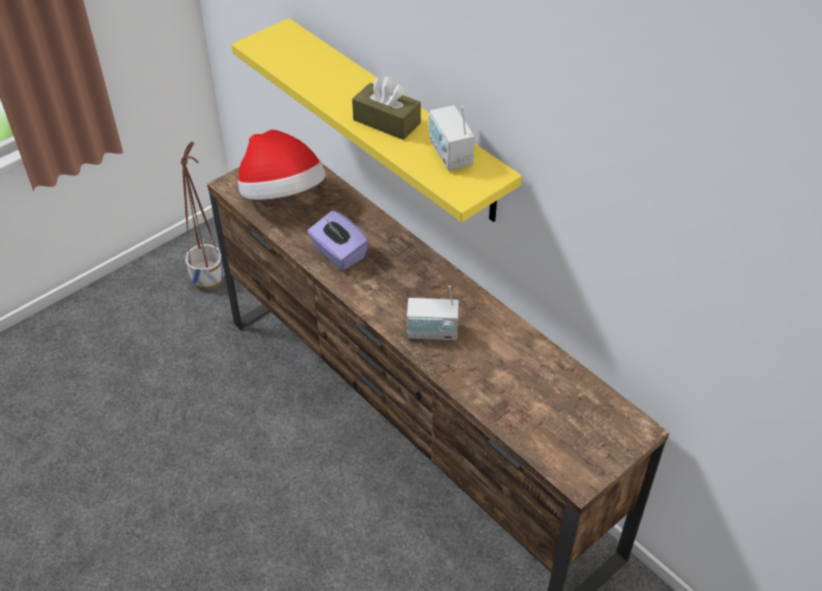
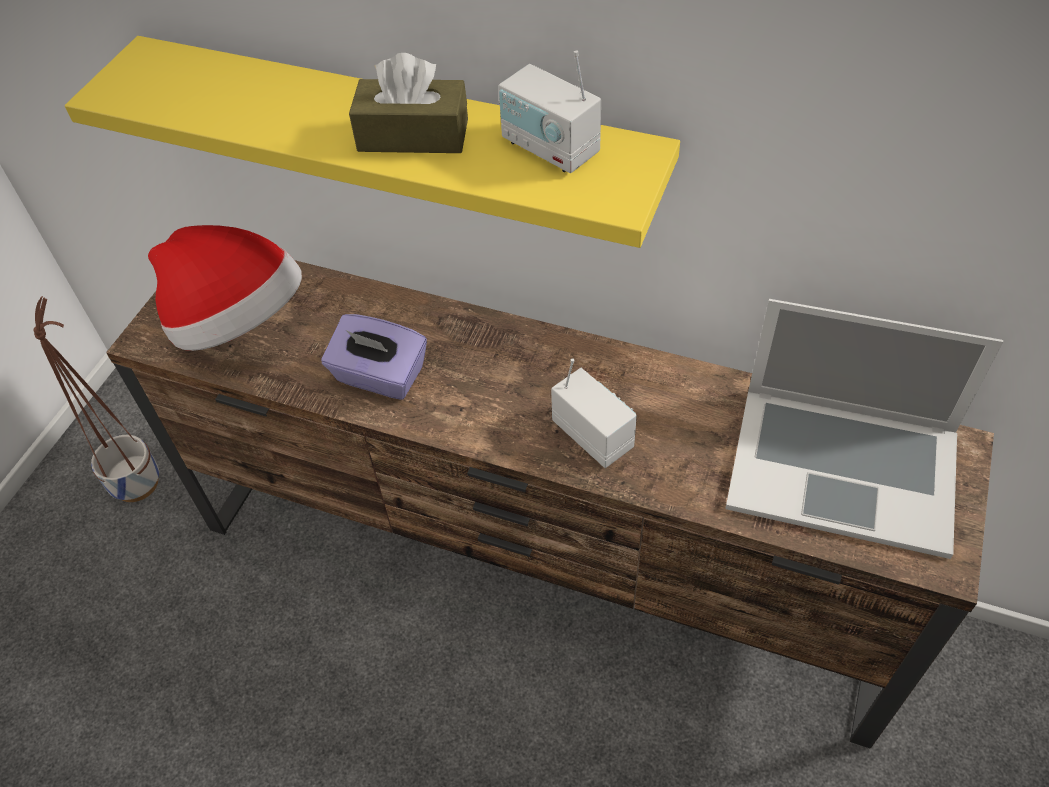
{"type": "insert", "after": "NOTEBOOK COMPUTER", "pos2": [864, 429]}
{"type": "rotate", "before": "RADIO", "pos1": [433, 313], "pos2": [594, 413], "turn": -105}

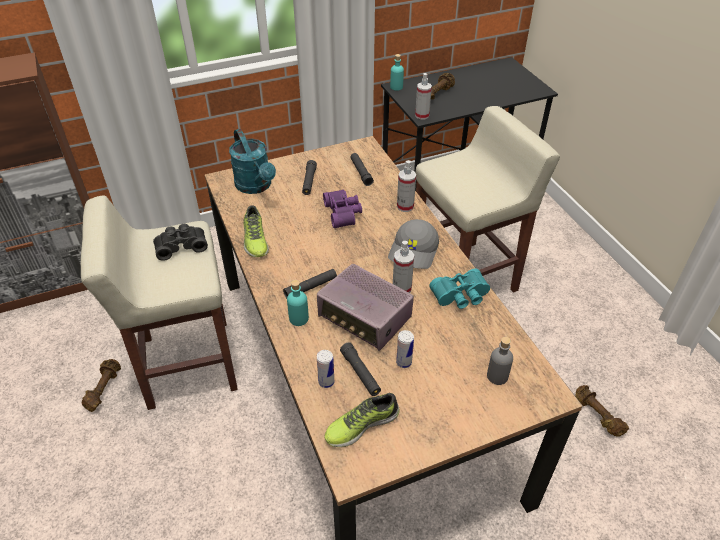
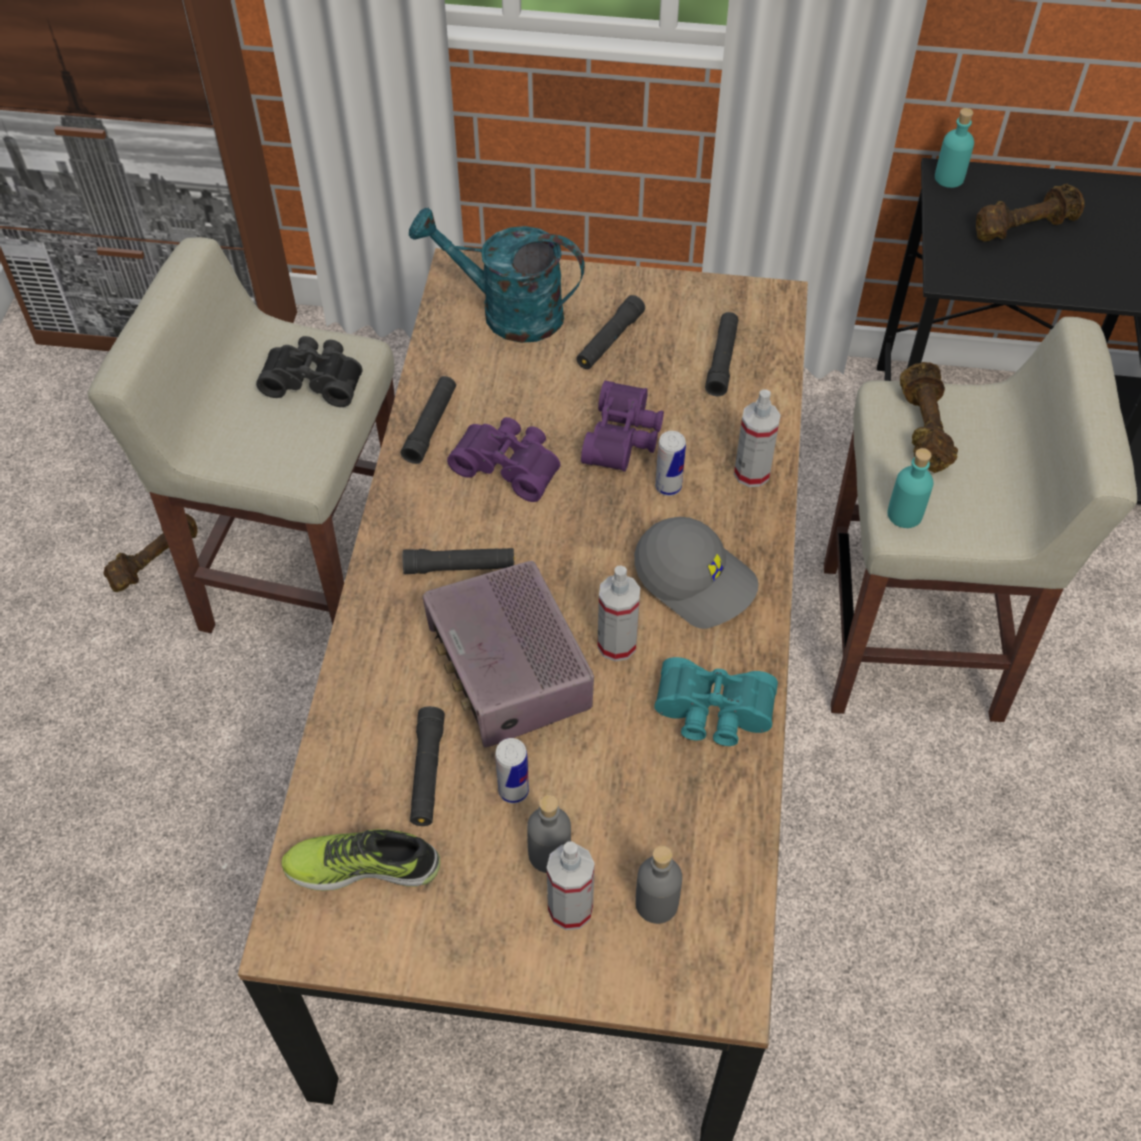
{"type": "insert", "after": "PURPLE-COLOURED FIELD GLASSES", "pos2": [503, 459]}
{"type": "insert", "after": "GREY BEVERAGE BOTTLE", "pos2": [549, 834]}
{"type": "move", "before": "TURQUOISE-COLOURED BEVERAGE BOTTLE", "pos1": [298, 303], "pos2": [910, 488]}
{"type": "move", "before": "SEALED CAN", "pos1": [325, 369], "pos2": [670, 463]}
{"type": "move", "before": "SPRAYER", "pos1": [423, 96], "pos2": [571, 885]}
{"type": "move", "before": "BROWNISH DUMBBELL", "pos1": [602, 411], "pos2": [929, 417]}
{"type": "replace", "before": "LOW SHOE", "after": "BLACK TORCH", "pos1": [256, 231], "pos2": [428, 420]}
{"type": "rotate", "before": "TURQUOISE-COLOURED WATERING CAN", "pos1": [252, 161], "pos2": [497, 275], "turn": 105}
{"type": "rotate", "before": "GREY CAP", "pos1": [413, 244], "pos2": [696, 573], "turn": -105}

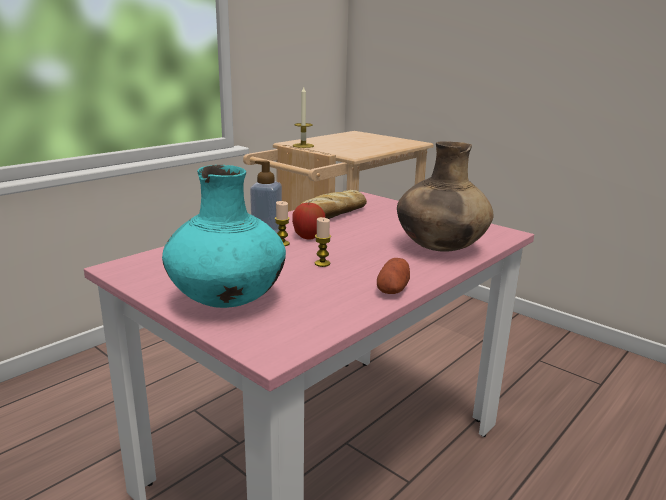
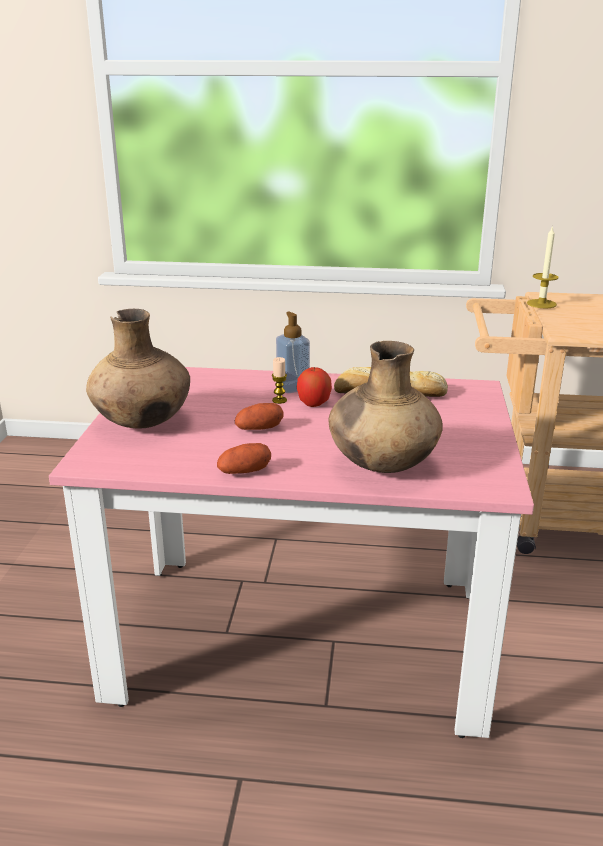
{"type": "replace", "before": "WAX LIGHT", "after": "WHOLE POTATO", "pos1": [323, 242], "pos2": [259, 416]}
{"type": "recolor", "before": "TURQUOISE-COLOURED VASE", "after": "BROWNISH VASE", "pos1": [224, 236], "pos2": [138, 368]}

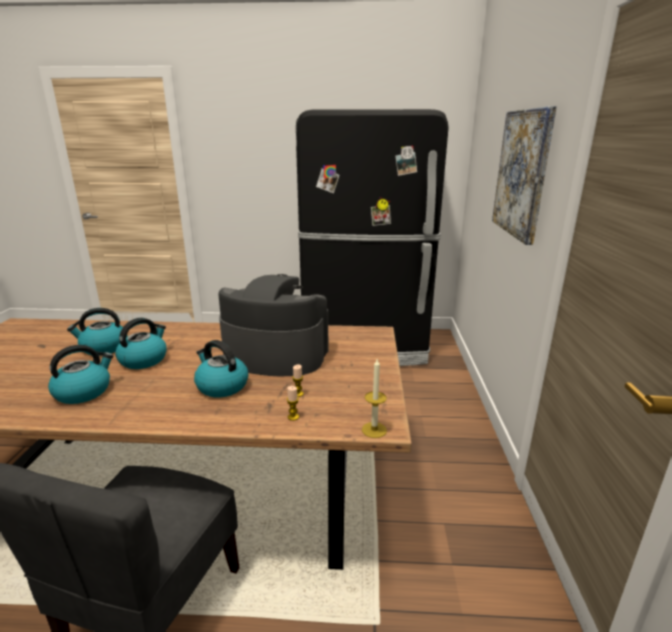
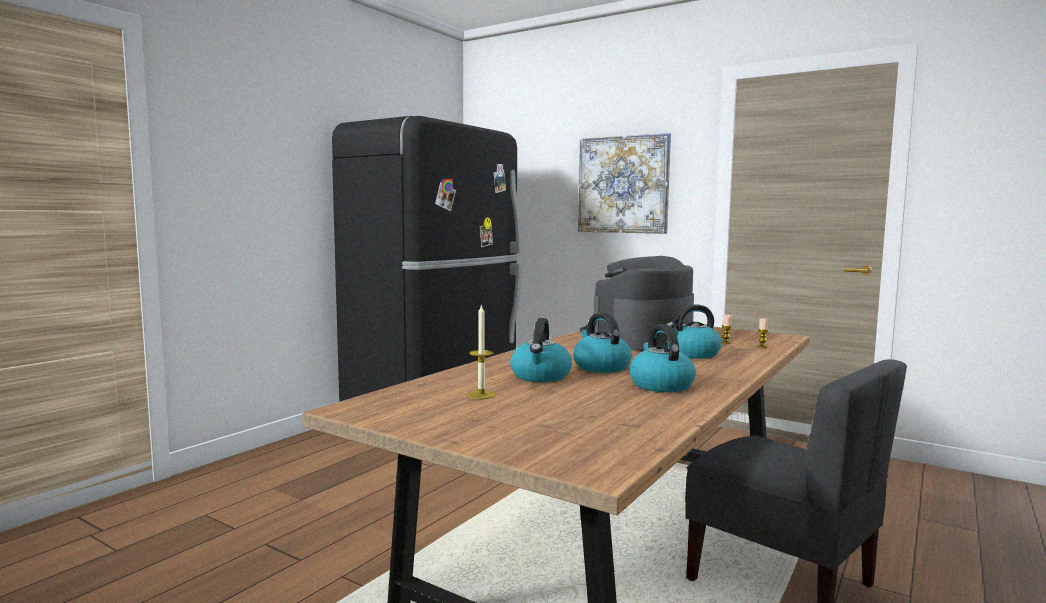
{"type": "move", "before": "WAX LIGHT", "pos1": [374, 398], "pos2": [481, 351]}

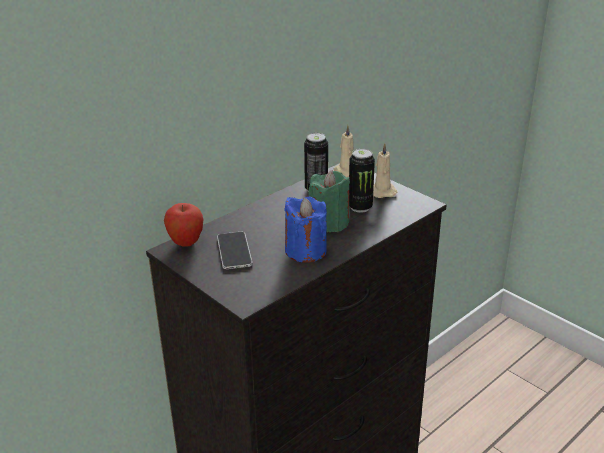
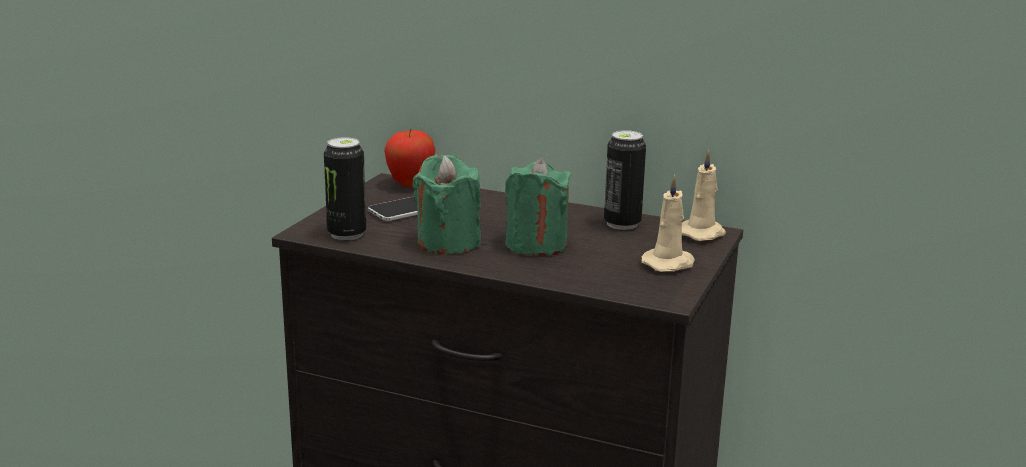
{"type": "move", "before": "SEALED CAN", "pos1": [362, 181], "pos2": [345, 189]}
{"type": "recolor", "before": "BLUE WAX LIGHT", "after": "GREEN-COLOURED WAX LIGHT", "pos1": [305, 230], "pos2": [447, 204]}

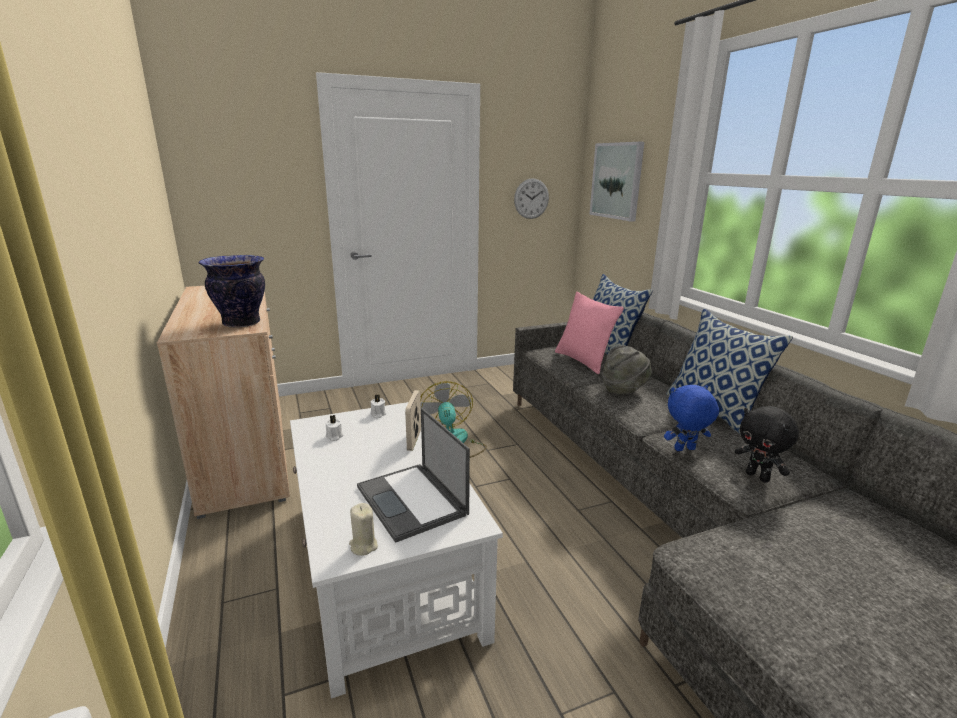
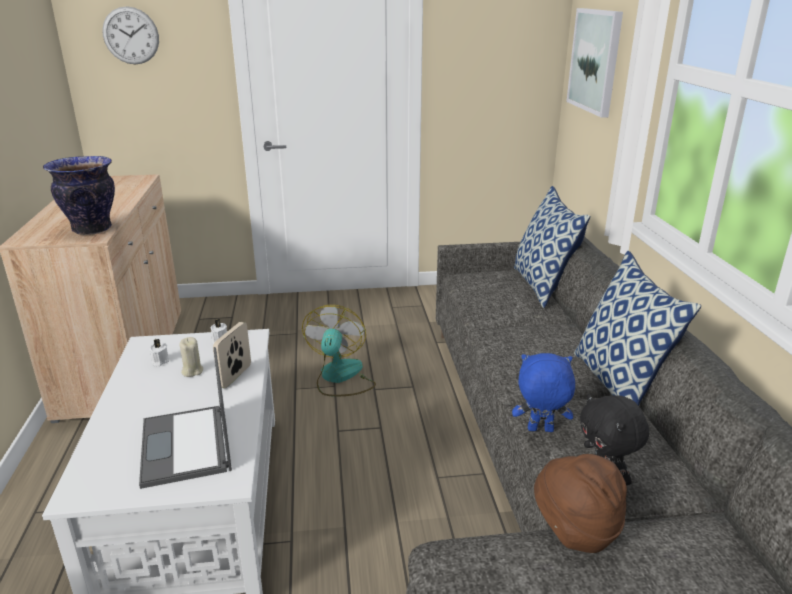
{"type": "delete", "before": "PINKISH PILLOW", "pos1": [589, 333]}
{"type": "delete", "before": "GREY HAT", "pos1": [627, 370]}
{"type": "insert", "after": "BROWNISH HAT", "pos2": [580, 503]}
{"type": "move", "before": "BEIGE-COLOURED WAX LIGHT", "pos1": [363, 529], "pos2": [191, 357]}
{"type": "move", "before": "WALL CLOCK", "pos1": [531, 198], "pos2": [130, 35]}

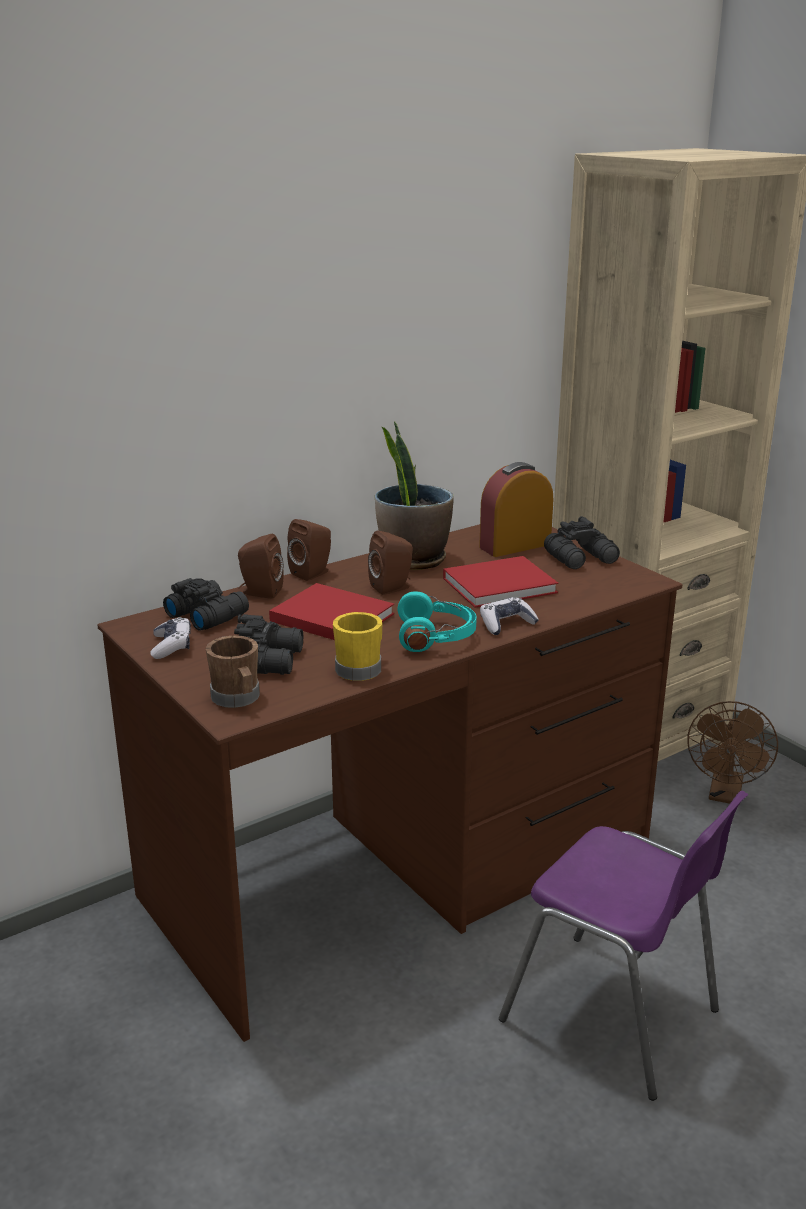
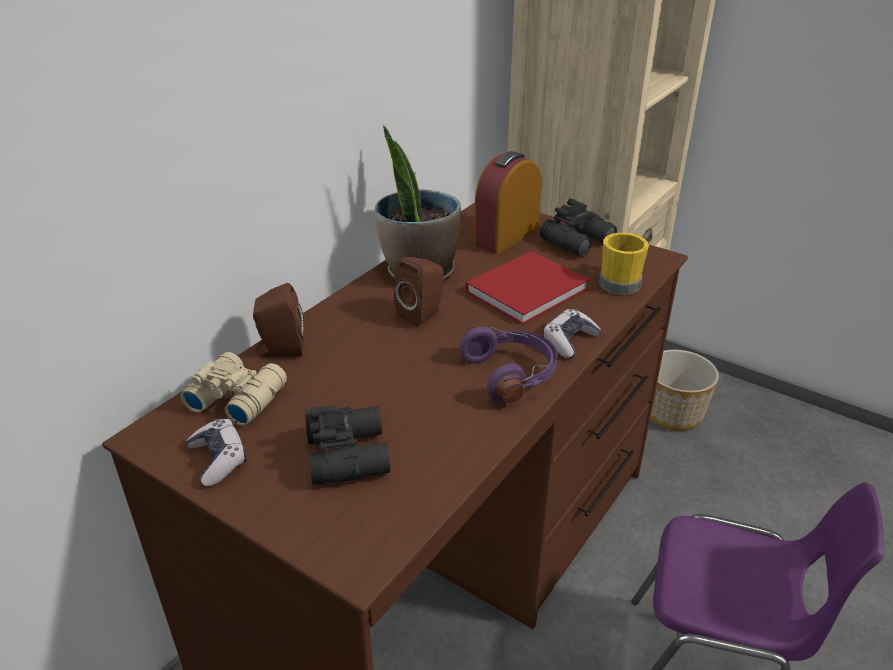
{"type": "delete", "before": "BROWNISH TEA MUG", "pos1": [233, 672]}
{"type": "delete", "before": "REDDISH BOUND BOOK", "pos1": [331, 611]}
{"type": "delete", "before": "BROWNISH SPEAKER", "pos1": [309, 550]}
{"type": "move", "before": "YELLOWISH TEA MUG", "pos1": [357, 646], "pos2": [624, 264]}
{"type": "replace", "before": "BROWNISH COOLING FAN", "after": "FLOWER POT", "pos1": [732, 752], "pos2": [684, 390]}
{"type": "recolor", "before": "BLACK FIELD GLASSES", "after": "BEIGE-COLOURED FIELD GLASSES", "pos1": [206, 604], "pos2": [233, 389]}
{"type": "recolor", "before": "TURQUOISE-COLOURED HEADSET", "after": "PURPLE-COLOURED HEADSET", "pos1": [437, 621], "pos2": [509, 365]}

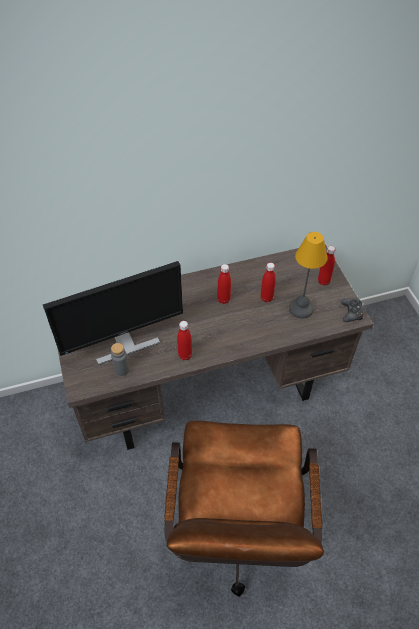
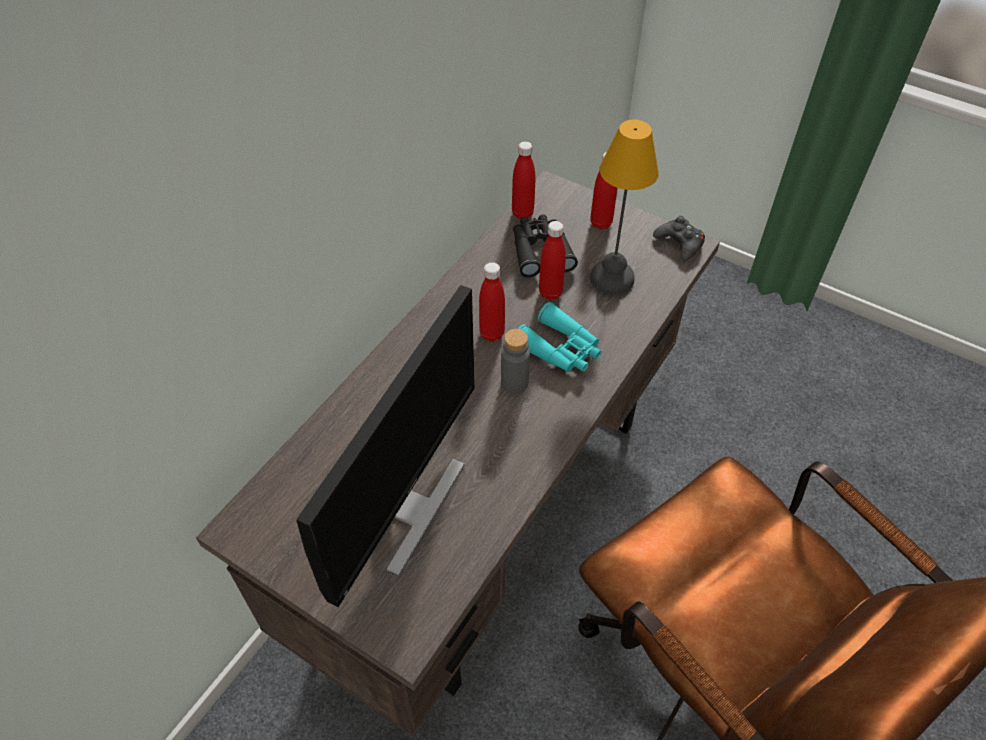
{"type": "insert", "after": "BLACK FIELD GLASSES", "pos2": [545, 245]}
{"type": "insert", "after": "TURQUOISE-COLOURED FIELD GLASSES", "pos2": [559, 337]}
{"type": "move", "before": "GREY BEVERAGE BOTTLE", "pos1": [120, 359], "pos2": [515, 361]}
{"type": "move", "before": "REDDISH BEVERAGE BOTTLE", "pos1": [184, 340], "pos2": [524, 180]}

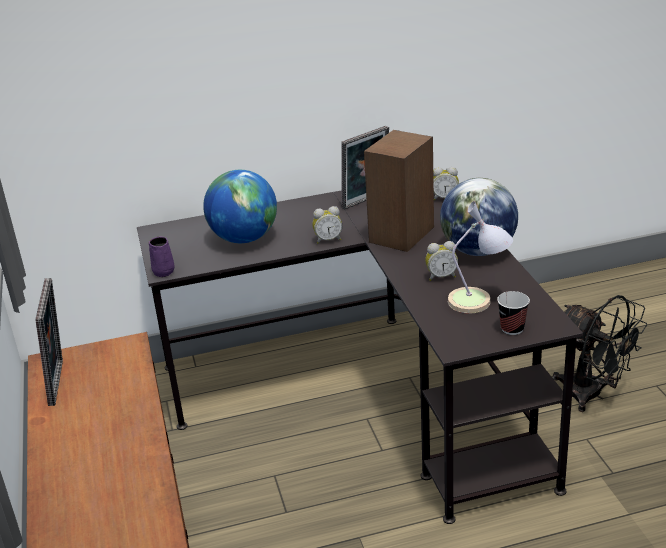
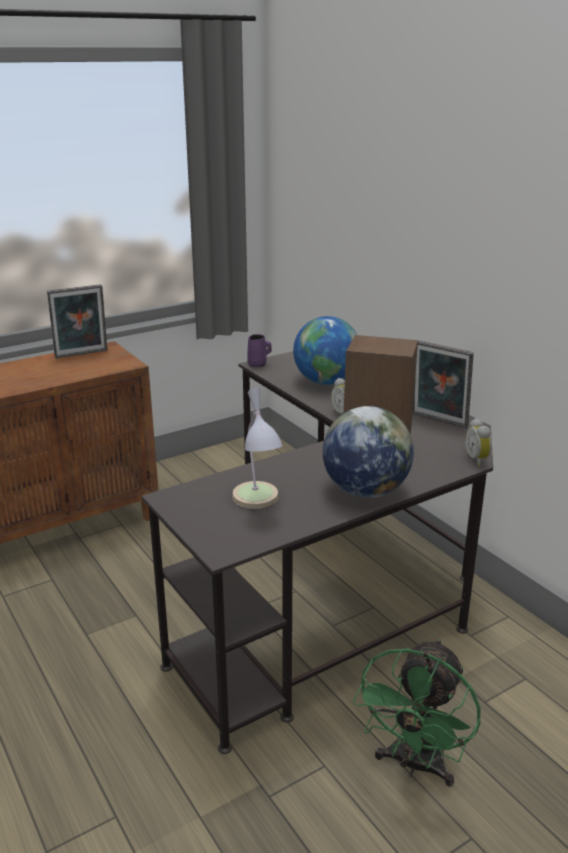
{"type": "delete", "before": "TABLE CLOCK", "pos1": [441, 261]}
{"type": "delete", "before": "SMALL CUP", "pos1": [513, 313]}
{"type": "recolor", "before": "BLACK COOLING FAN", "after": "GREEN-COLOURED COOLING FAN", "pos1": [600, 353], "pos2": [416, 713]}

